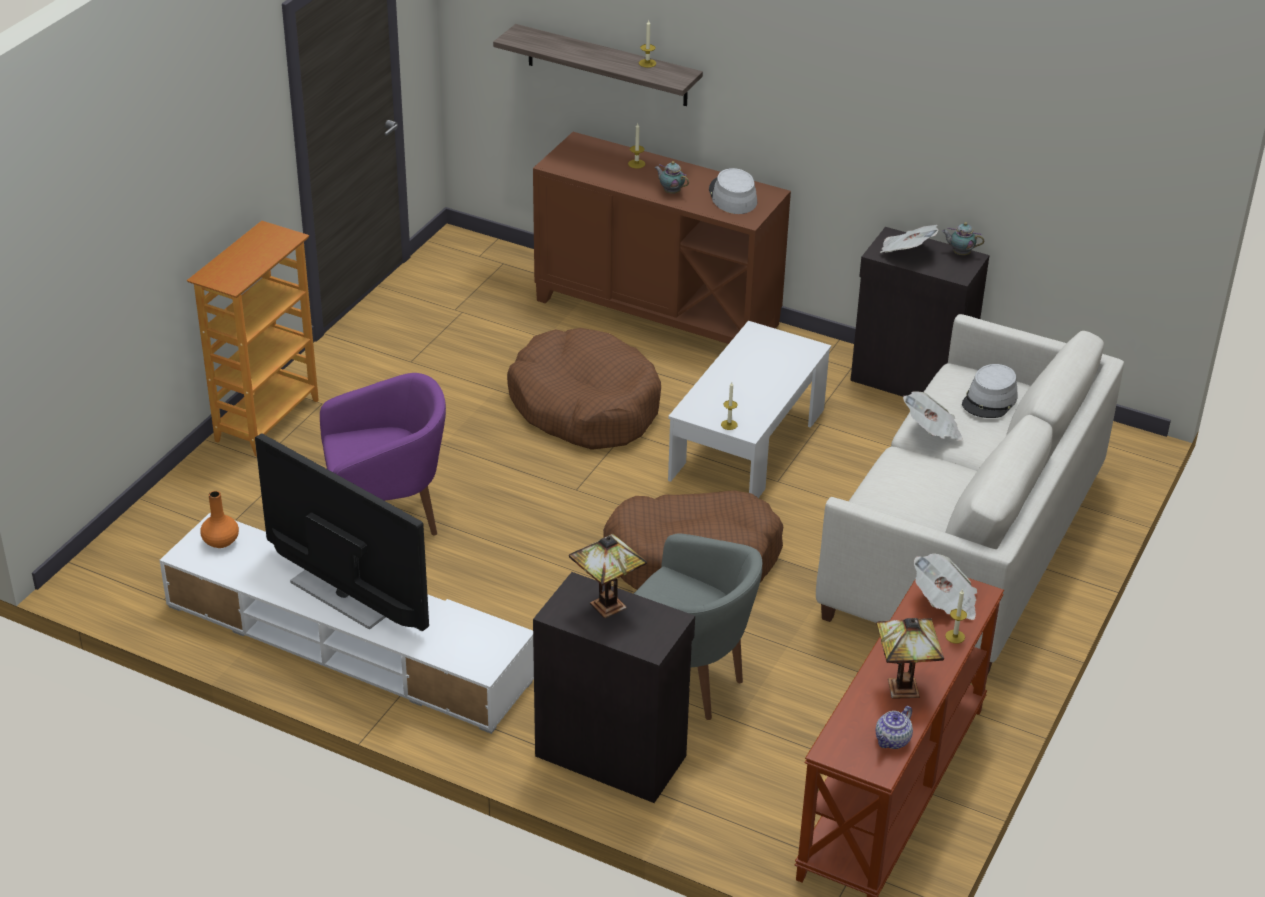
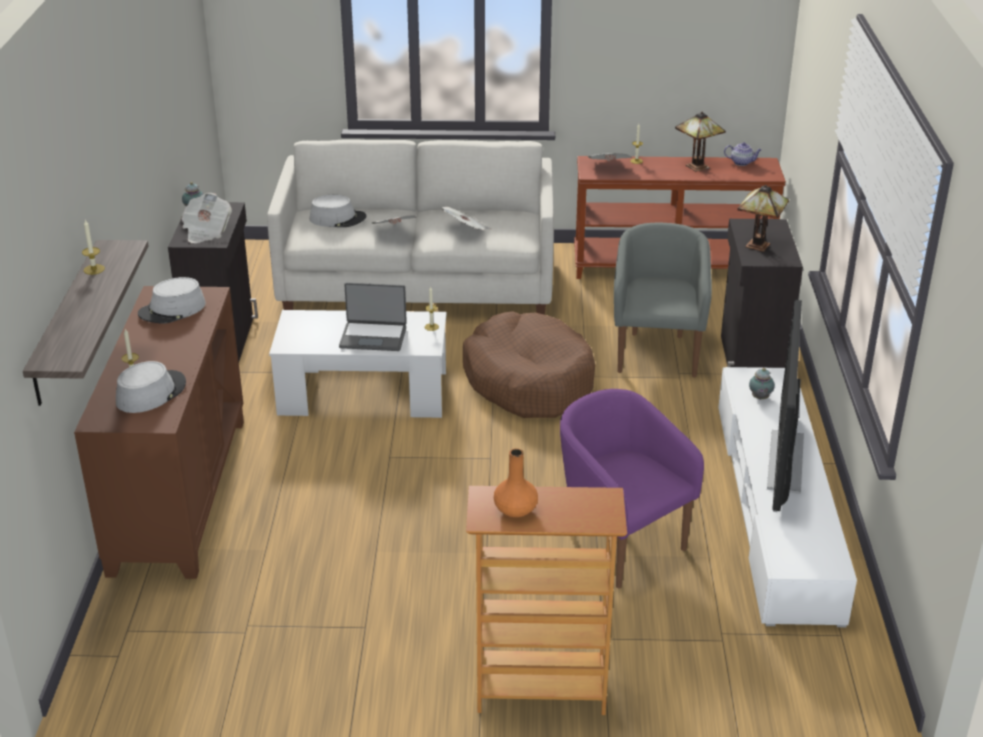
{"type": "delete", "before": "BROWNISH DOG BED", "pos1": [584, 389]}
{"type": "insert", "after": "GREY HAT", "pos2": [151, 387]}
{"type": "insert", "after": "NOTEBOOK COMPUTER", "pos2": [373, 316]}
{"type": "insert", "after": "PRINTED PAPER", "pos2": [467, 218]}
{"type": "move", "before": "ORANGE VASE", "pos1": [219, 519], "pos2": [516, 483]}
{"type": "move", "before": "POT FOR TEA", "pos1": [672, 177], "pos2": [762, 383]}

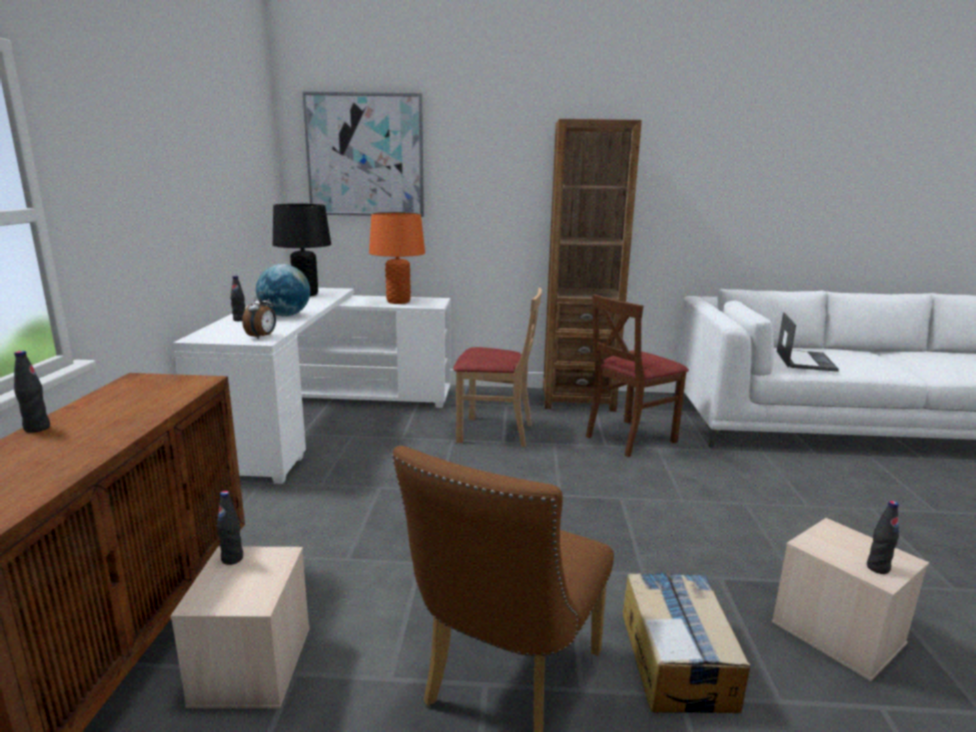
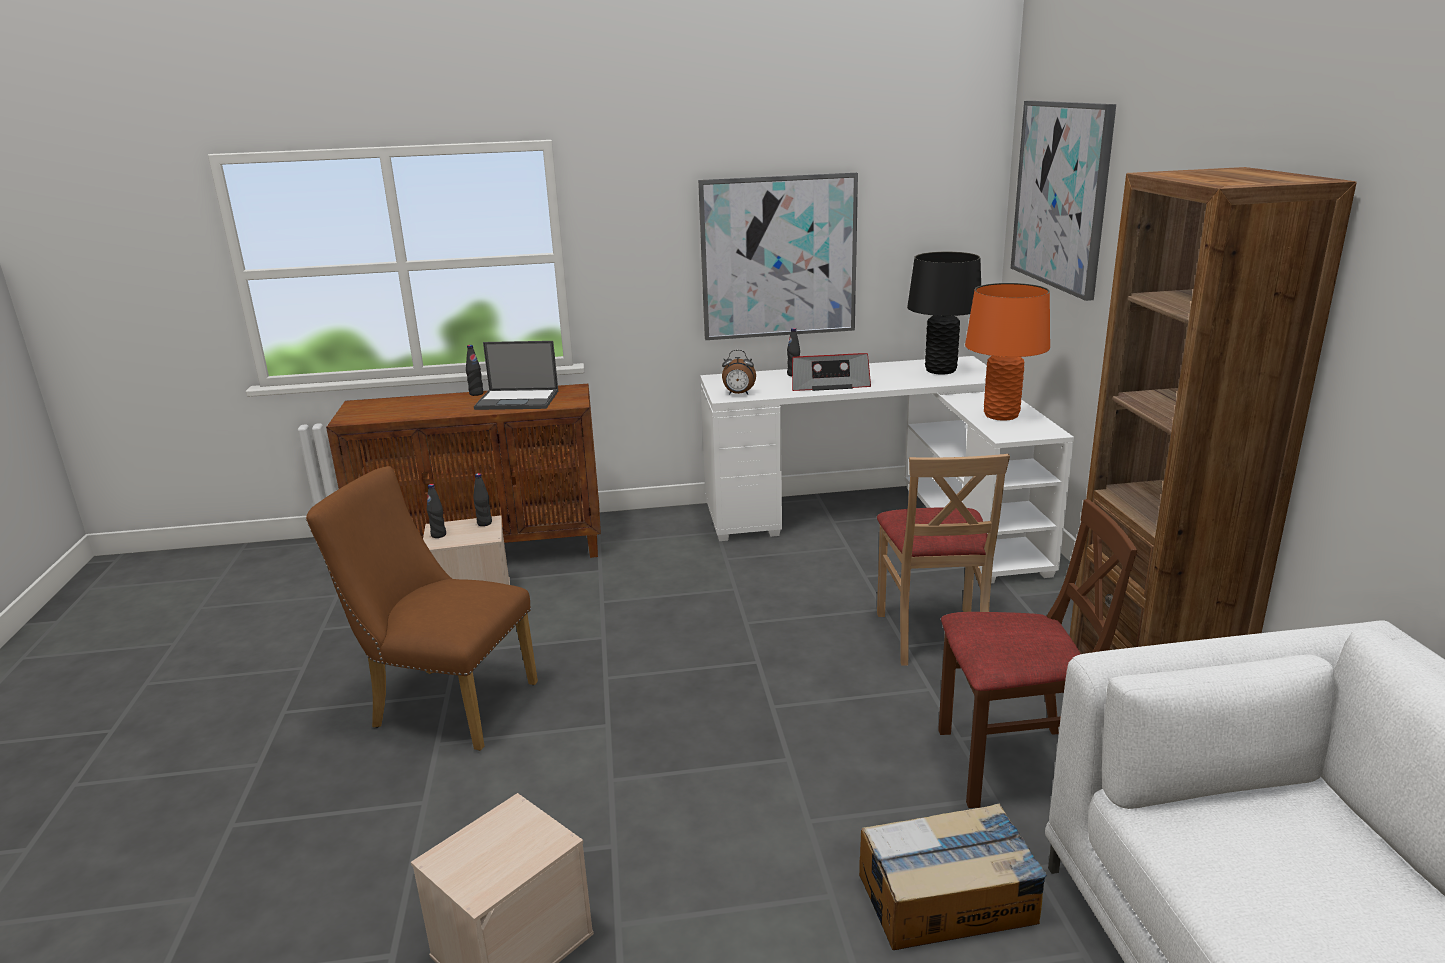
{"type": "insert", "after": "WALL ART", "pos2": [778, 256]}
{"type": "move", "before": "CARTON", "pos1": [686, 643], "pos2": [953, 877]}
{"type": "move", "before": "NOTEBOOK COMPUTER", "pos1": [808, 342], "pos2": [516, 375]}
{"type": "move", "before": "BLACK BEVERAGE BOTTLE", "pos1": [883, 537], "pos2": [436, 511]}
{"type": "replace", "before": "DESK GLOBE", "after": "RADIO", "pos1": [283, 290], "pos2": [831, 372]}
{"type": "rotate", "before": "BROWNISH PLAIN CHAIR", "pos1": [637, 375], "pos2": [1037, 653], "turn": 135}

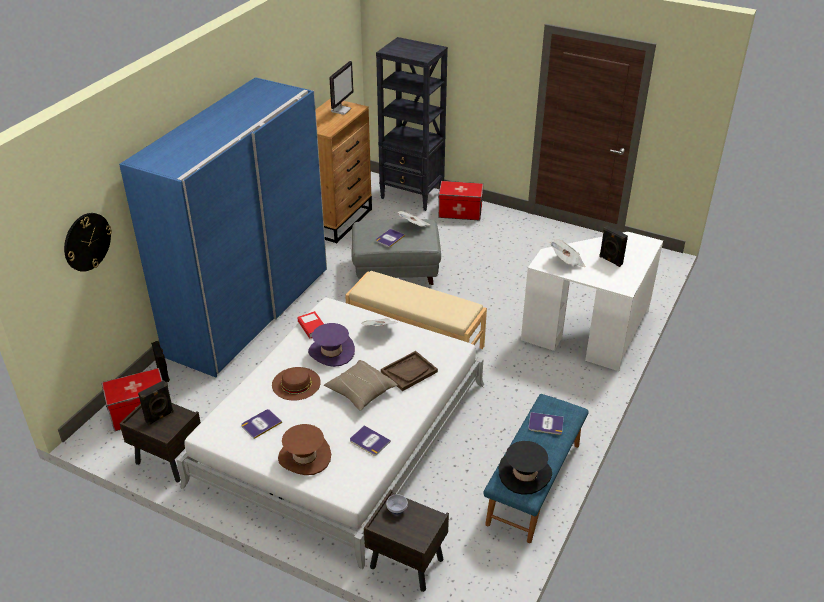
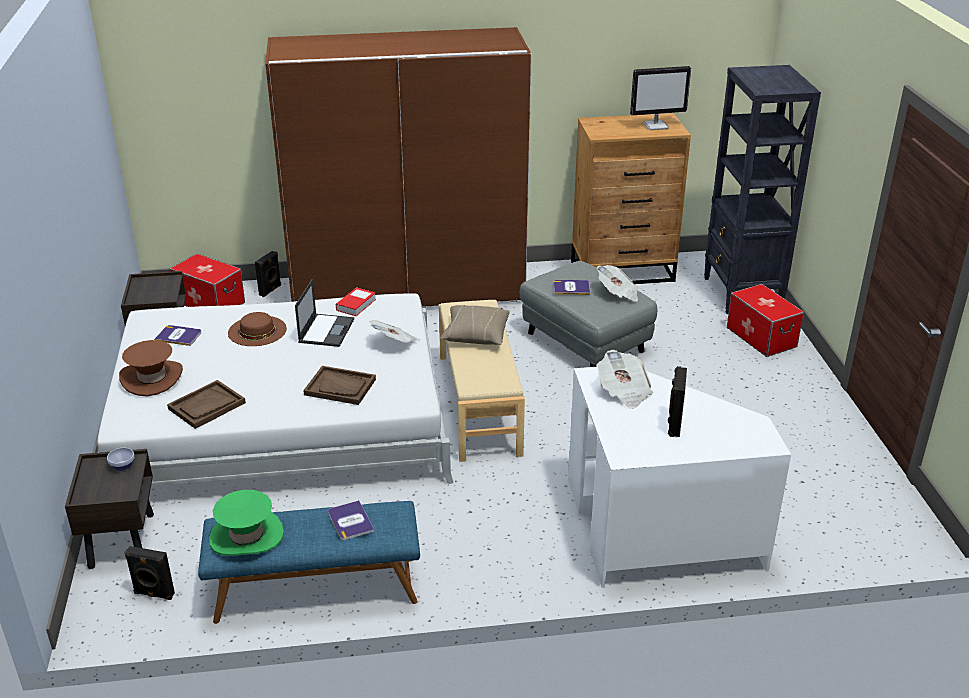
{"type": "delete", "before": "WALL CLOCK", "pos1": [88, 242]}
{"type": "move", "before": "BLACK SPEAKER", "pos1": [156, 403], "pos2": [149, 573]}
{"type": "move", "before": "BEIGE-COLOURED PILLOW", "pos1": [361, 385], "pos2": [475, 325]}
{"type": "replace", "before": "PURPLE-COLOURED HAT", "after": "NOTEBOOK COMPUTER", "pos1": [331, 345], "pos2": [324, 313]}
{"type": "replace", "before": "BOUND BOOK", "after": "BROWNISH CARRYING TRAY", "pos1": [370, 440], "pos2": [206, 404]}
{"type": "recolor", "before": "BLUE CLOTHES CUPBOARD", "after": "BROWNISH CLOTHES CUPBOARD", "pos1": [223, 227], "pos2": [398, 167]}
{"type": "recolor", "before": "BLACK HAT", "after": "GREEN-COLOURED HAT", "pos1": [525, 468], "pos2": [246, 523]}

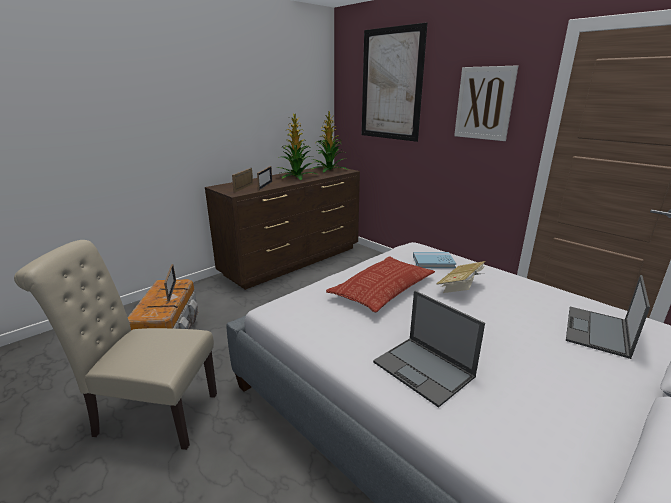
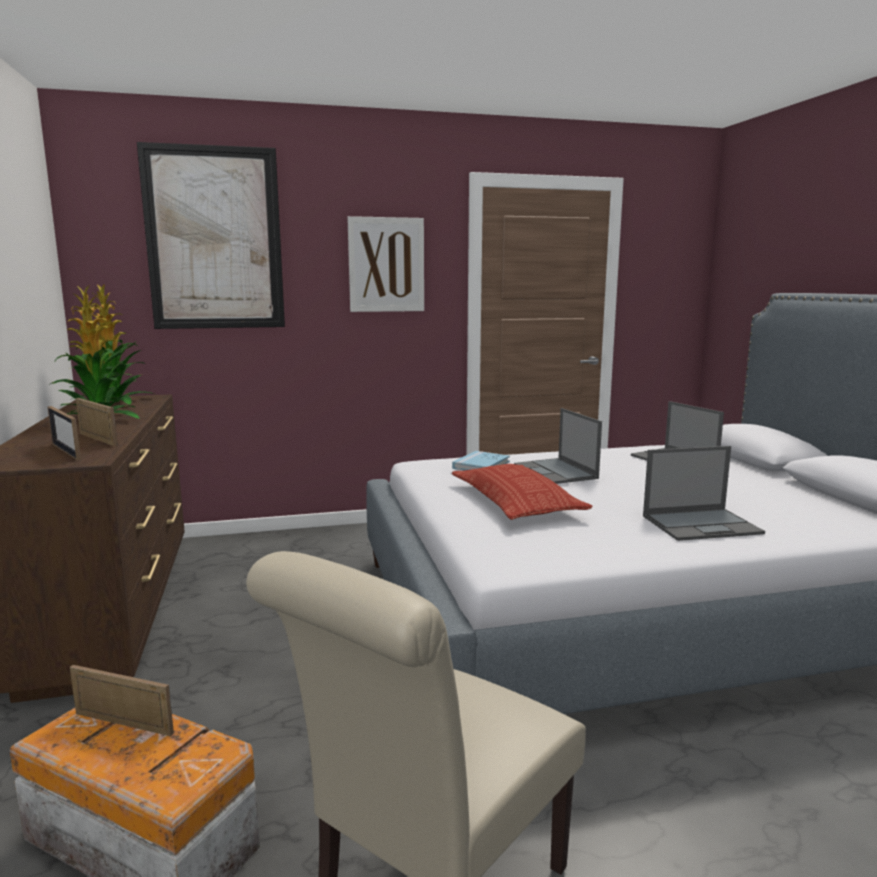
{"type": "replace", "before": "BOUND BOOK", "after": "NOTEBOOK COMPUTER", "pos1": [460, 277], "pos2": [558, 446]}

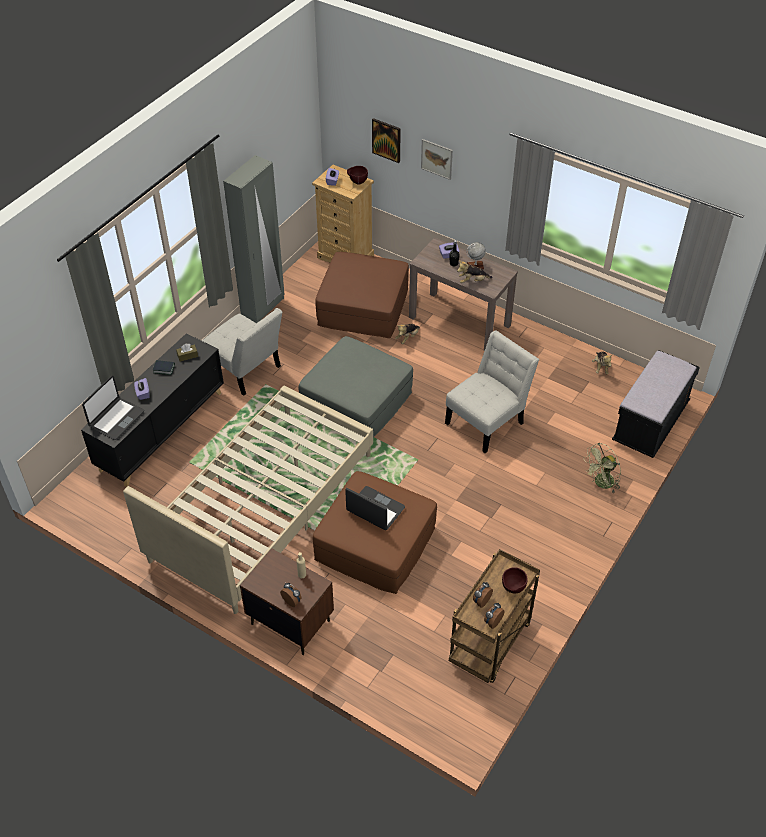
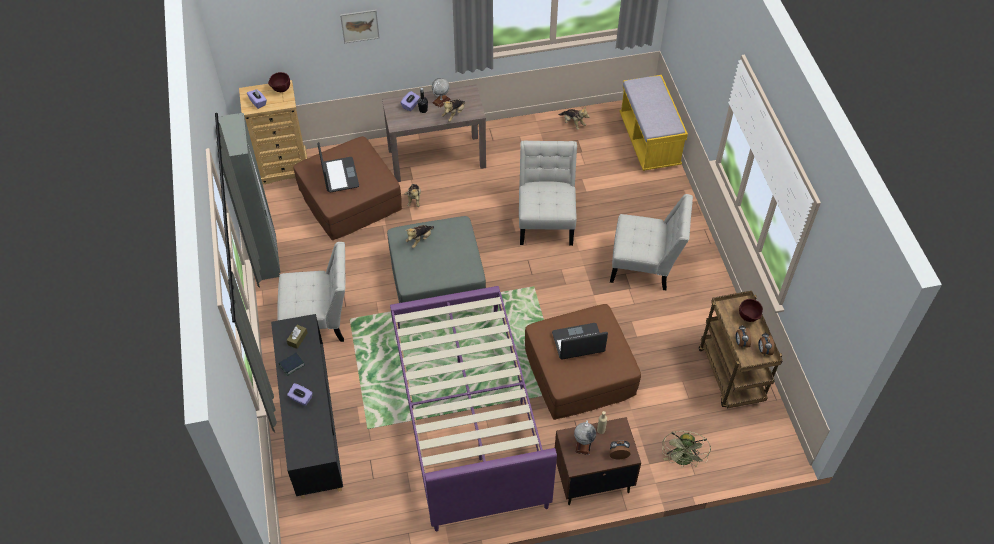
{"type": "delete", "before": "WALL ART", "pos1": [386, 140]}
{"type": "insert", "after": "CUDDLY TOY", "pos2": [420, 236]}
{"type": "insert", "after": "DESK GLOBE", "pos2": [585, 437]}
{"type": "insert", "after": "WHITISH PLAIN CHAIR", "pos2": [651, 242]}
{"type": "move", "before": "NOTEBOOK COMPUTER", "pos1": [113, 407], "pos2": [338, 167]}
{"type": "move", "before": "GREEN-COLOURED COOLING FAN", "pos1": [602, 467], "pos2": [686, 449]}
{"type": "recolor", "before": "BEIGE-COLOURED BED", "after": "PURPLE-COLOURED BED", "pos1": [248, 500], "pos2": [473, 409]}
{"type": "recolor", "before": "BLACK BENCH", "after": "YELLOWISH BENCH", "pos1": [656, 404], "pos2": [653, 123]}

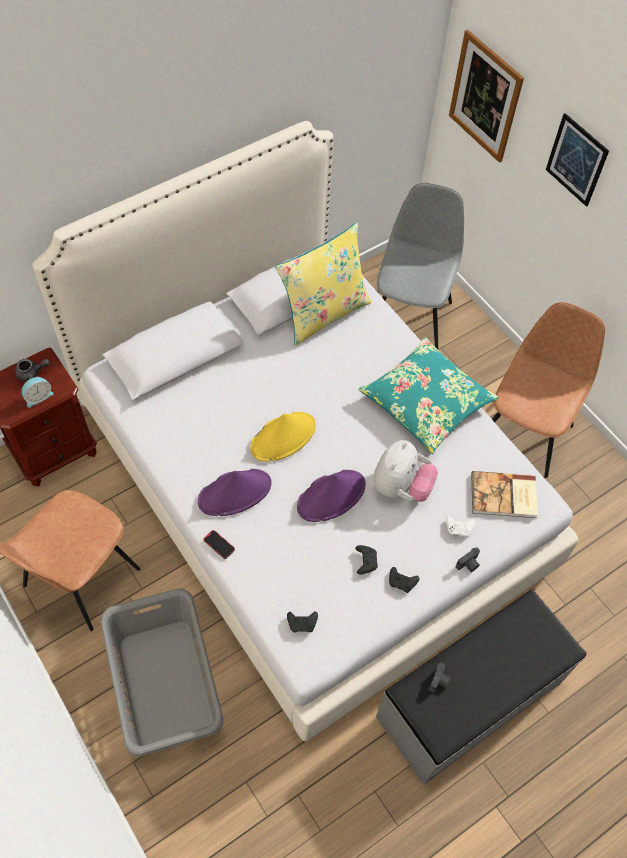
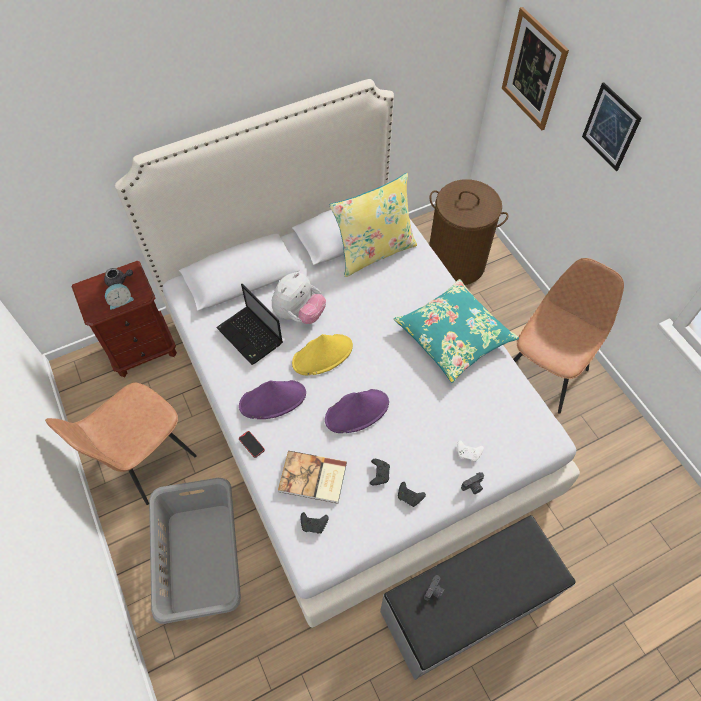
{"type": "insert", "after": "NOTEBOOK COMPUTER", "pos2": [249, 324]}
{"type": "move", "before": "CUDDLY TOY", "pos1": [405, 471], "pos2": [299, 298]}
{"type": "move", "before": "BOUND BOOK", "pos1": [504, 494], "pos2": [312, 477]}
{"type": "replace", "before": "GREY PLAIN CHAIR", "after": "BROWNISH HAMPER", "pos1": [420, 266], "pos2": [468, 232]}

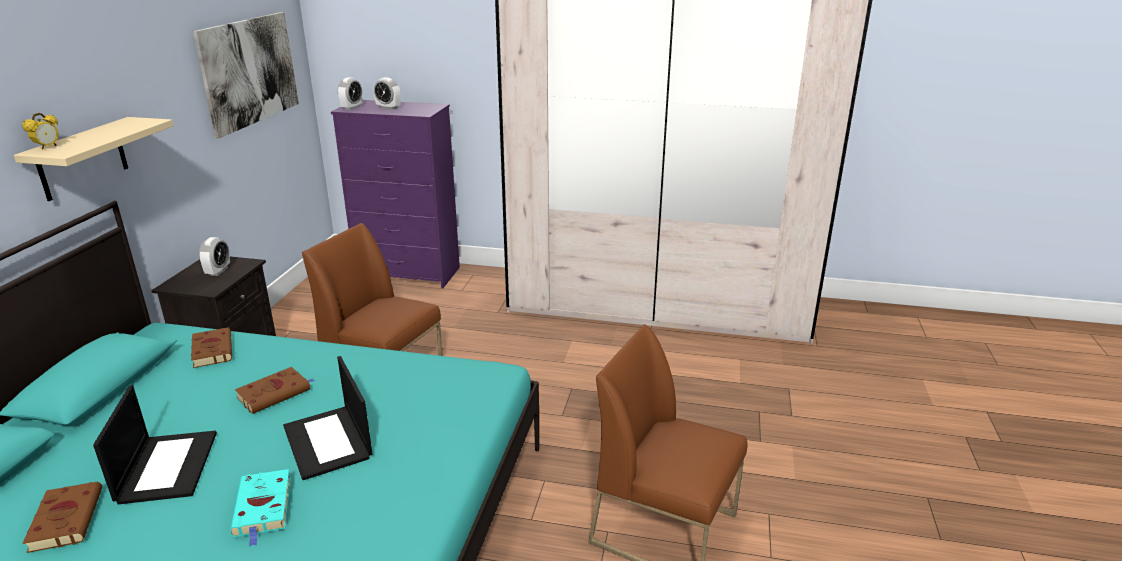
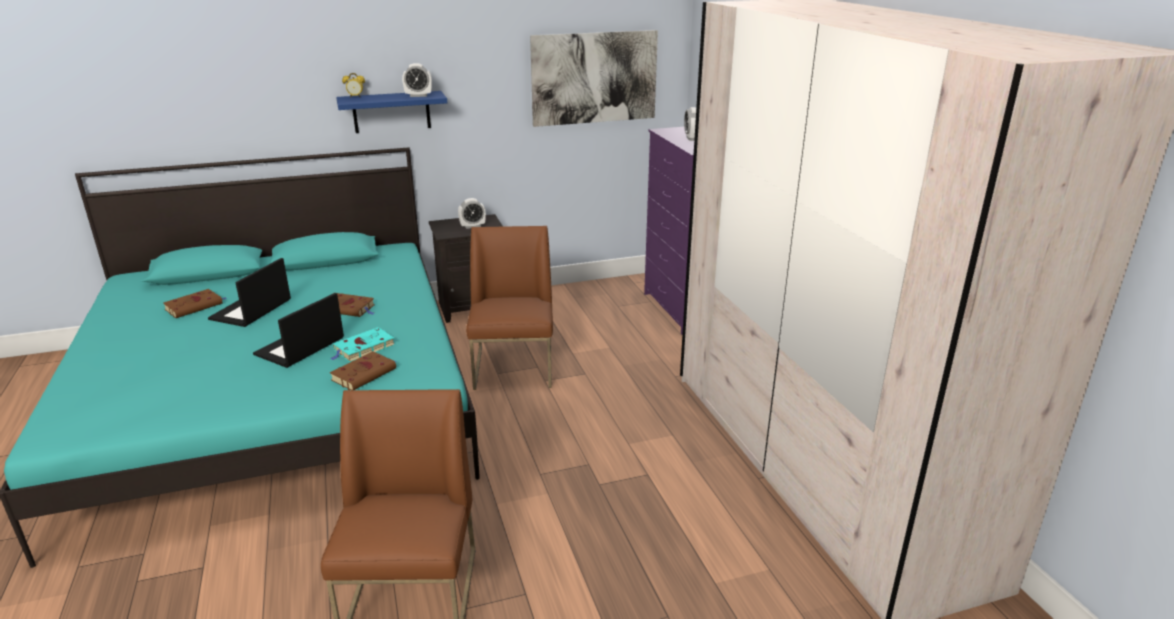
{"type": "move", "before": "BROWNISH BOUND BOOK", "pos1": [211, 348], "pos2": [363, 370]}
{"type": "move", "before": "TURQUOISE-COLOURED BOUND BOOK", "pos1": [260, 508], "pos2": [362, 344]}
{"type": "move", "before": "TABLE CLOCK", "pos1": [350, 93], "pos2": [417, 80]}
{"type": "recolor", "before": "BEIGE-COLOURED WALL SHELF", "after": "BLUE WALL SHELF", "pos1": [94, 159], "pos2": [391, 112]}
{"type": "rotate", "before": "NOTEBOOK COMPUTER", "pos1": [155, 445], "pos2": [249, 292], "turn": 150}

